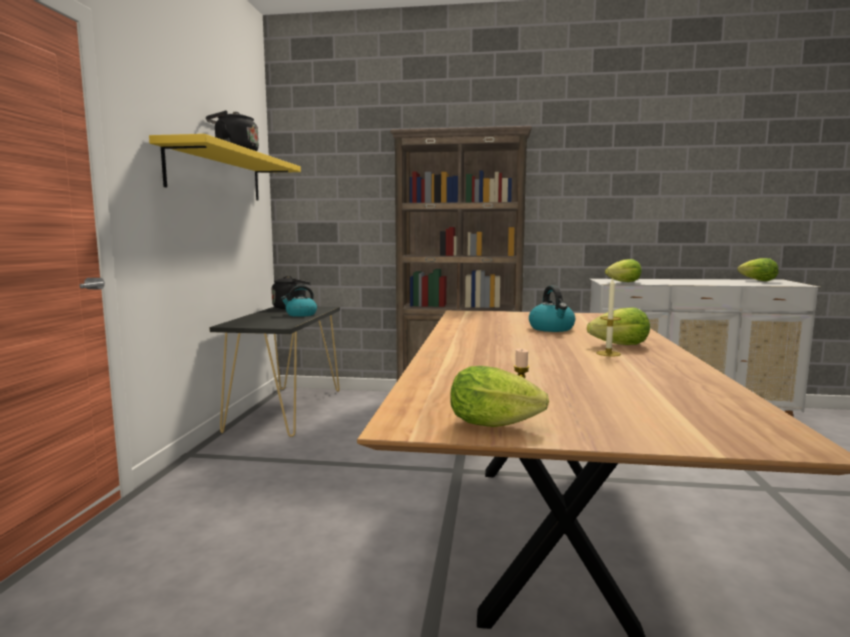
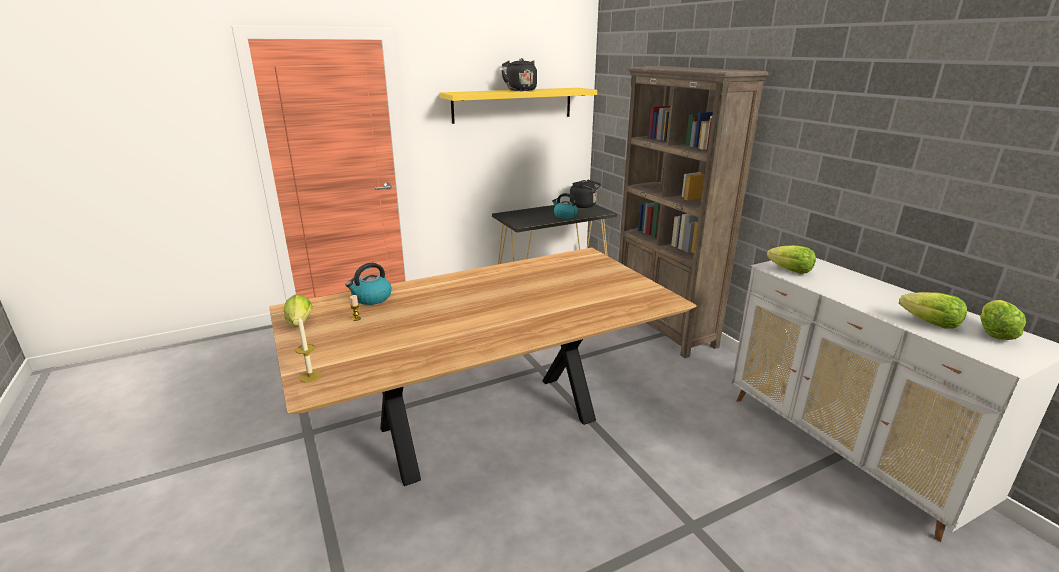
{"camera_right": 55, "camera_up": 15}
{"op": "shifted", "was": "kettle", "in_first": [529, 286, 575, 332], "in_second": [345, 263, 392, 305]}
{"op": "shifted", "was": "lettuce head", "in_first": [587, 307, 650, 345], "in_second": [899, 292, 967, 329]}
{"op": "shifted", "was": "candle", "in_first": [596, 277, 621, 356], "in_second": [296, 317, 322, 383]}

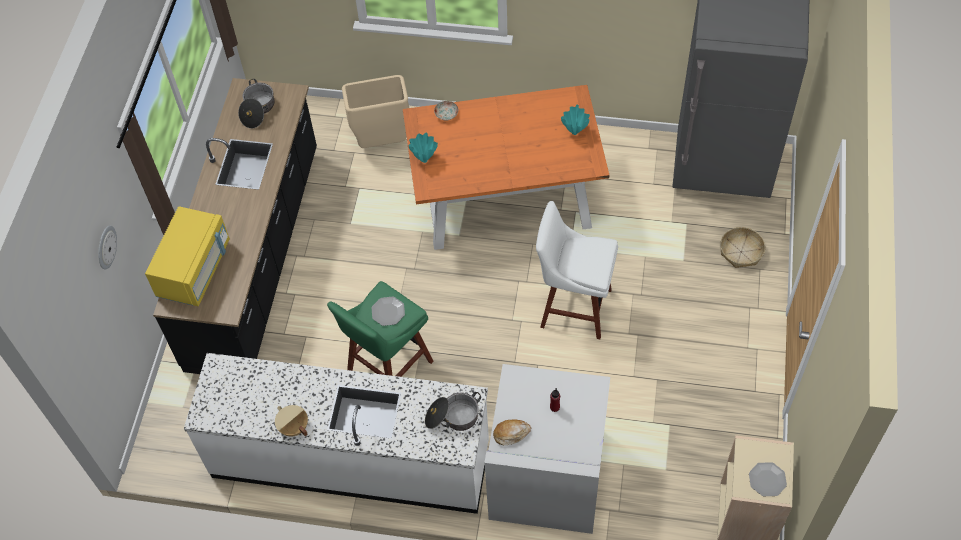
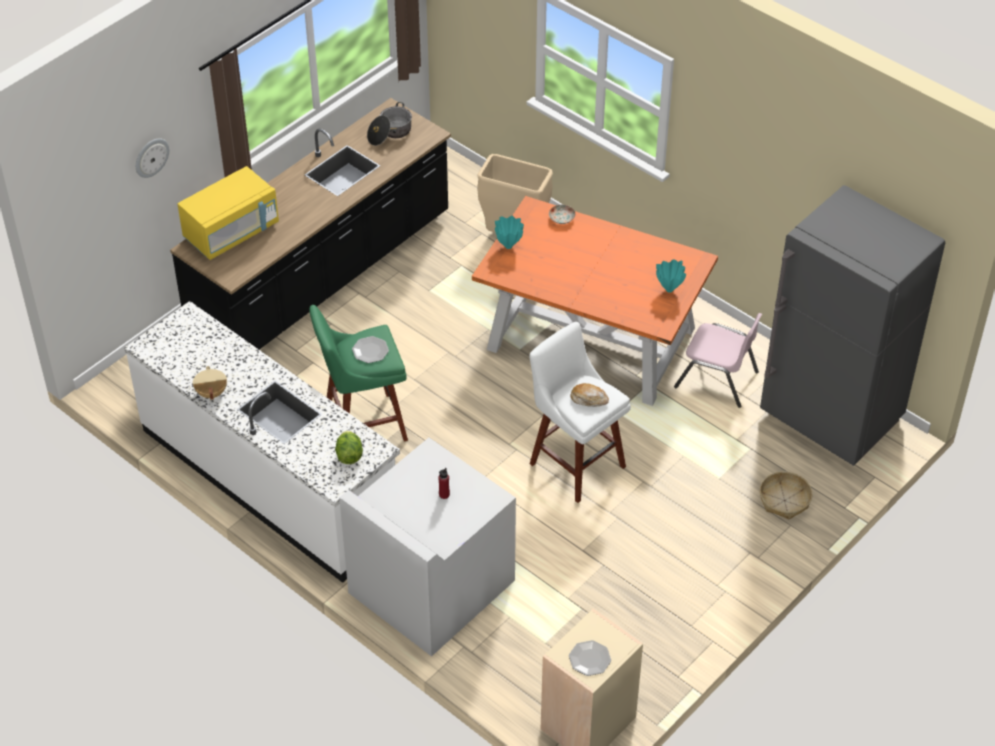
{"camera_right": 30, "camera_up": -10}
{"op": "new", "now": "pinkish chair", "in_second": [674, 313, 762, 408]}
{"op": "shifted", "was": "bread", "in_first": [493, 419, 531, 445], "in_second": [571, 383, 609, 407]}
{"op": "swapped", "was": "stockpot", "now": "lettuce head", "in_first": [425, 392, 481, 431], "in_second": [335, 431, 363, 464]}

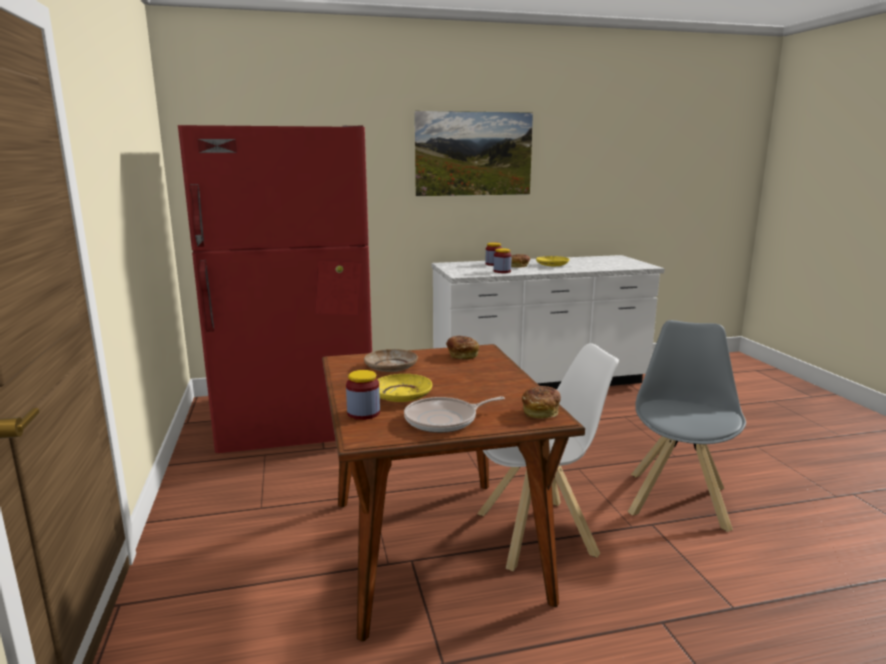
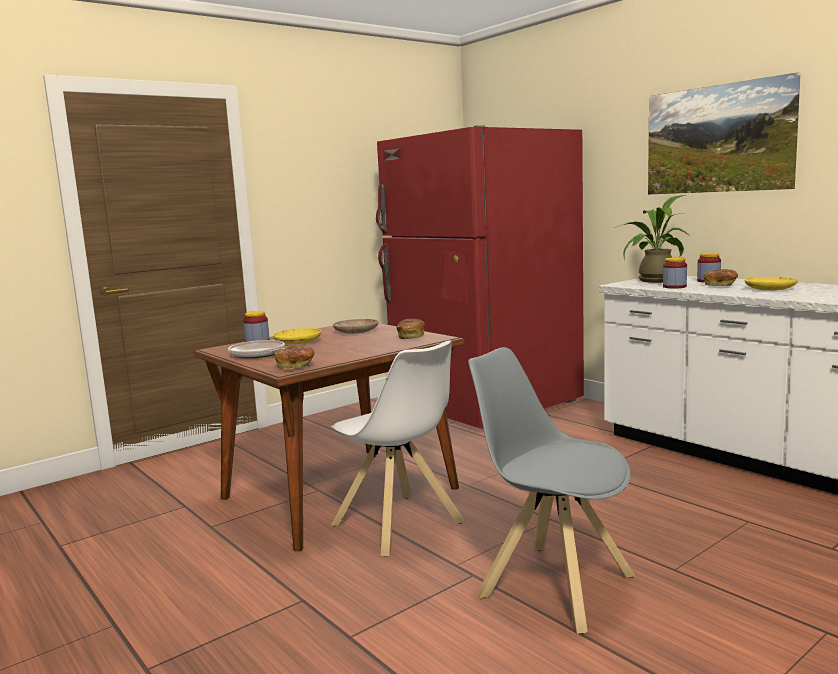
{"camera_right": 65, "camera_up": -5}
{"op": "new", "now": "houseplant", "in_second": [614, 195, 690, 283]}
{"op": "rotated", "was": "greyish chair", "in_first": [628, 320, 746, 532], "in_second": [468, 347, 635, 634], "clockwise": -135}

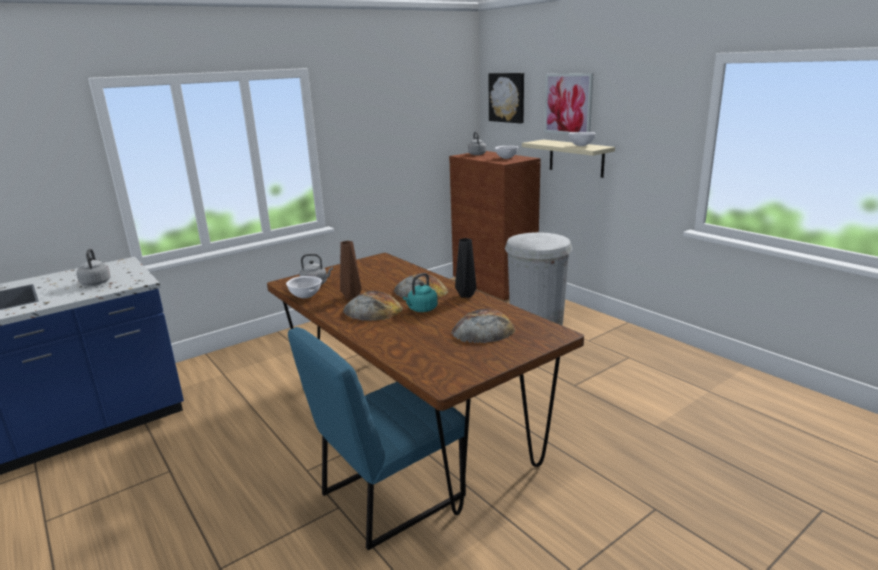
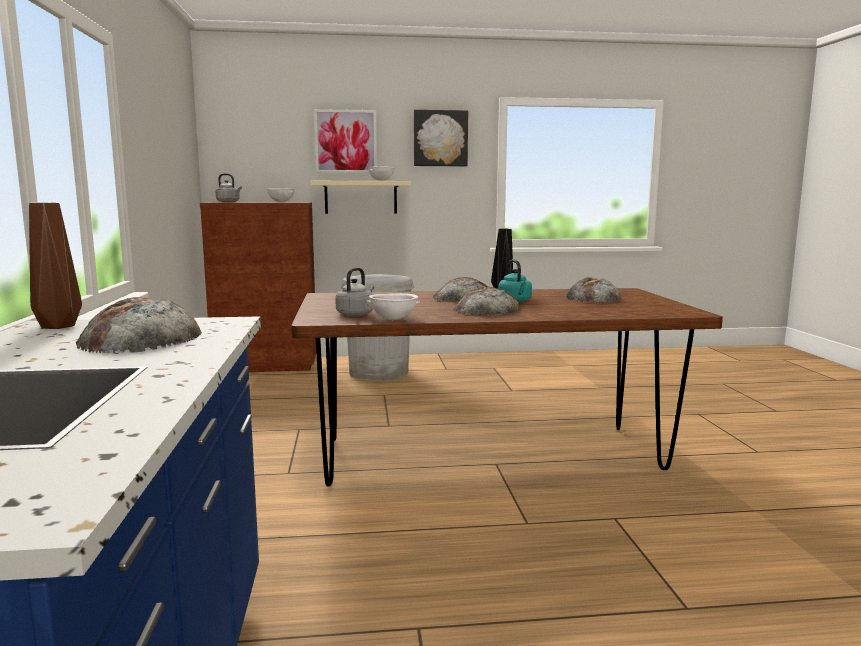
{"camera_right": -60, "camera_up": -10}
{"op": "gone", "was": "blue-coloured chair", "in_first": [288, 327, 466, 550]}
{"op": "shifted", "was": "brown flower vase", "in_first": [340, 241, 361, 299], "in_second": [29, 203, 82, 329]}
{"op": "shifted", "was": "wall art", "in_first": [488, 73, 524, 123], "in_second": [414, 110, 468, 166]}
{"op": "swapped", "was": "greyish kettle", "now": "bread", "in_first": [77, 249, 111, 286], "in_second": [76, 297, 202, 354]}

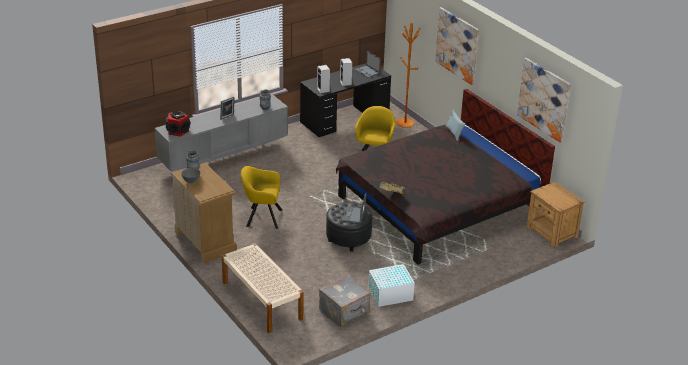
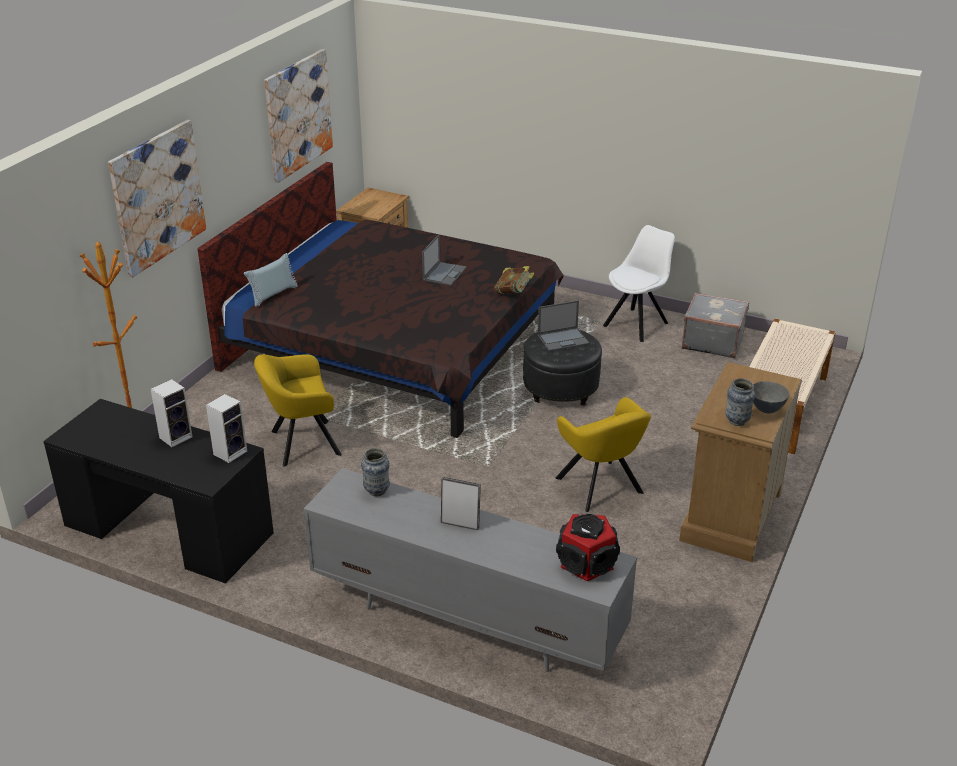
{"camera_right": -120, "camera_up": 0}
{"op": "shifted", "was": "laptop", "in_first": [354, 51, 381, 78], "in_second": [422, 234, 467, 286]}
{"op": "swapped", "was": "white-coloured storage box", "now": "white-coloured chair", "in_first": [368, 264, 415, 307], "in_second": [603, 225, 675, 342]}

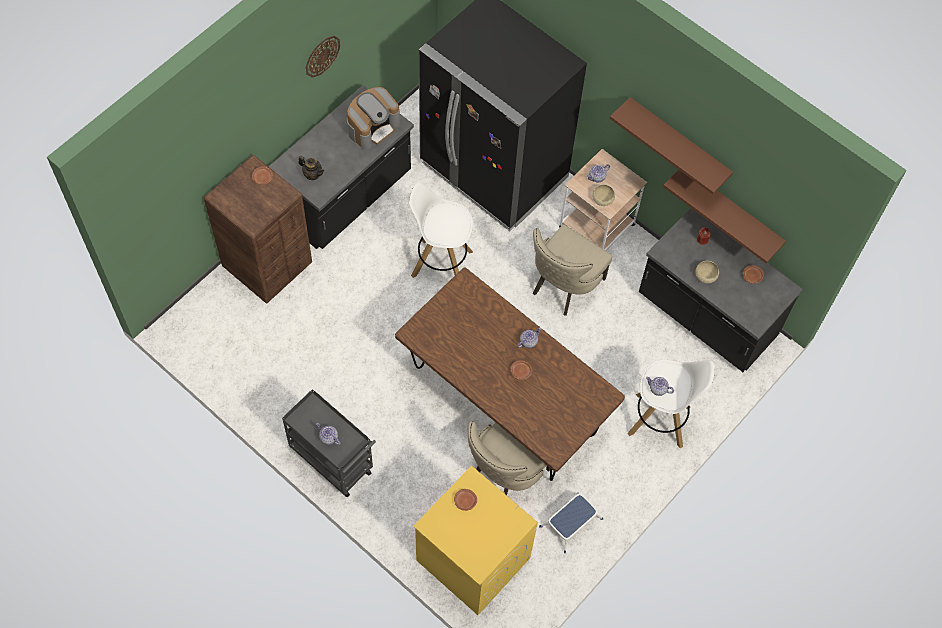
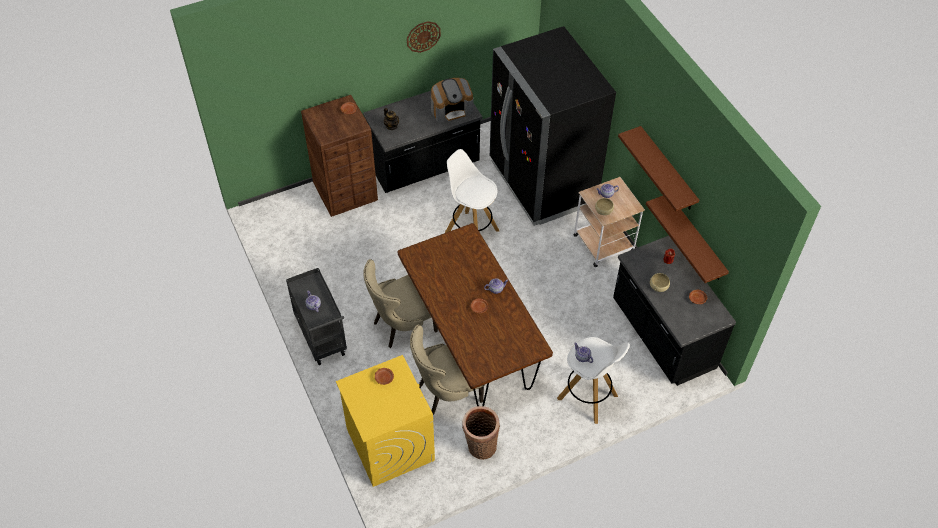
{"camera_right": 25, "camera_up": -10}
{"op": "shifted", "was": "sand-coloured chair", "in_first": [533, 224, 612, 316], "in_second": [363, 259, 438, 348]}
{"op": "swapped", "was": "blue-coloured step stool", "now": "household basket", "in_first": [539, 493, 603, 553], "in_second": [462, 406, 500, 460]}

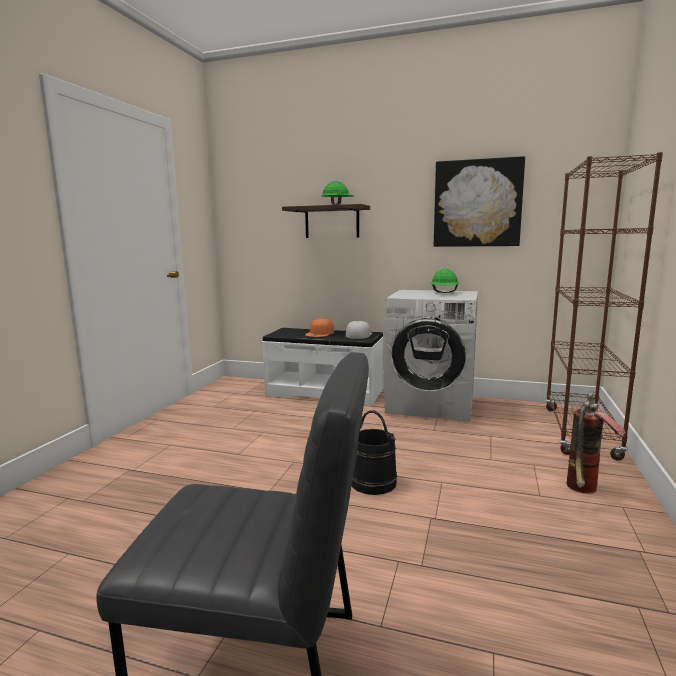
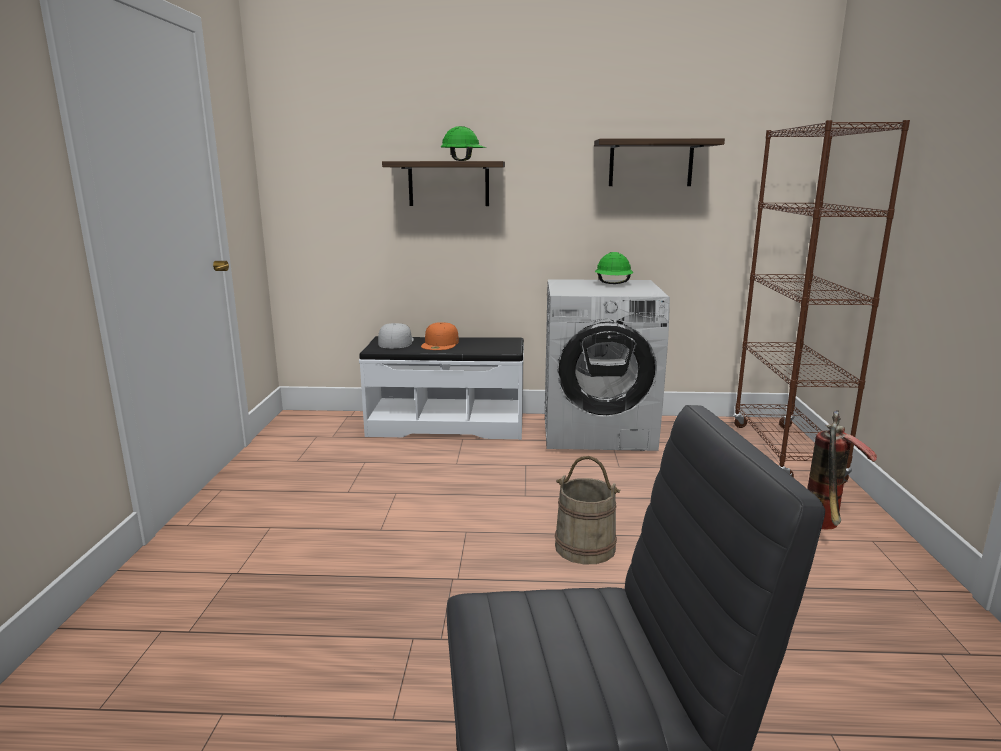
{"camera_right": -15, "camera_up": 5}
{"op": "shifted", "was": "white-coloured baseball cap", "in_first": [346, 321, 372, 339], "in_second": [378, 323, 414, 349]}
{"op": "swapped", "was": "wall art", "now": "bracket shelf", "in_first": [434, 156, 525, 247], "in_second": [594, 138, 725, 186]}
{"op": "repainted", "was": "blackish bucket", "now": "sand-coloured bucket", "in_first": [351, 410, 397, 495], "in_second": [555, 456, 620, 564]}

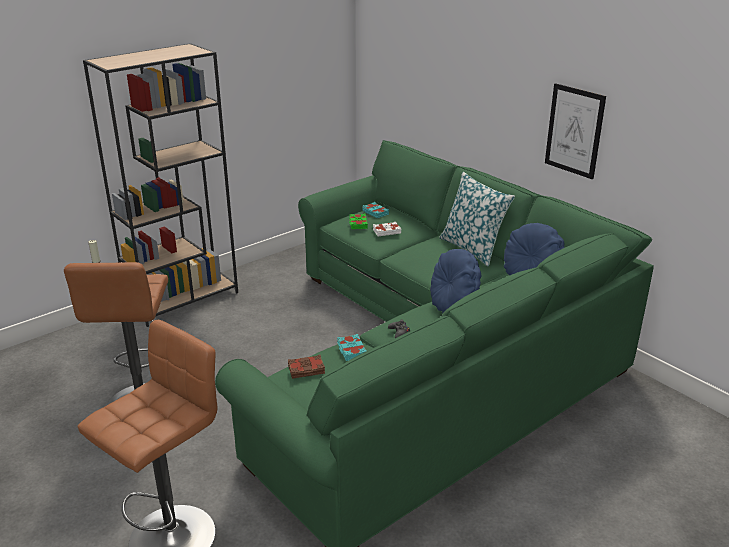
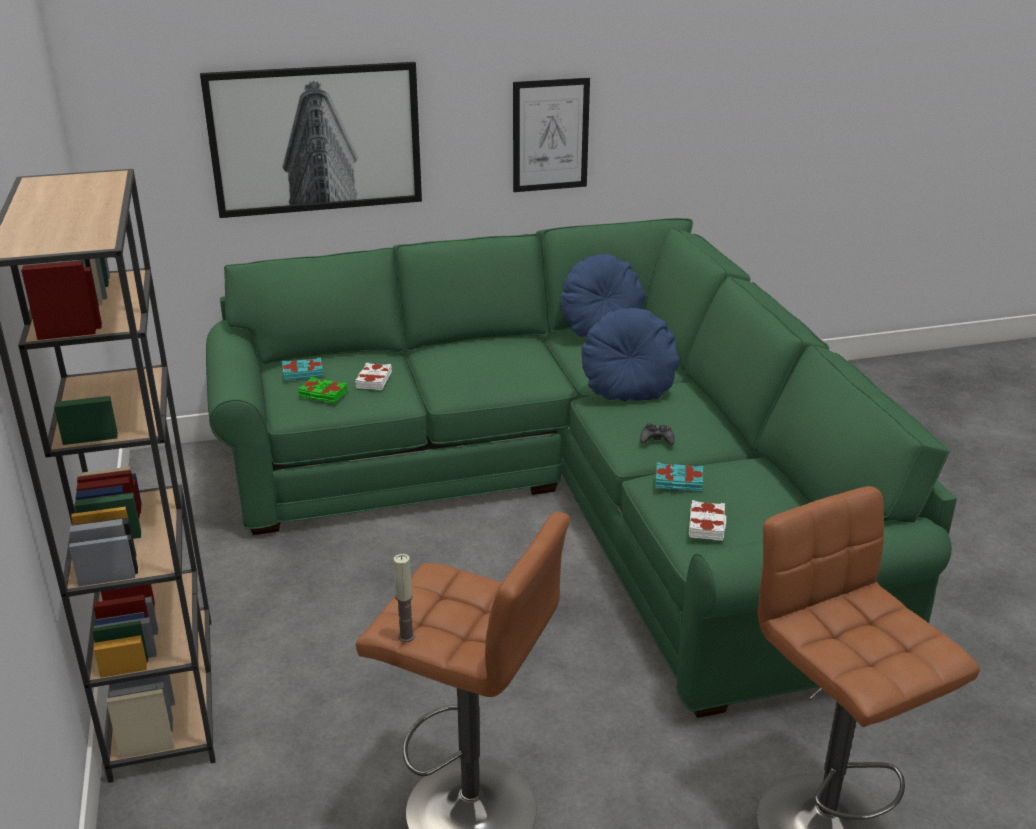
{"camera_right": -65, "camera_up": 0}
{"op": "gone", "was": "pillow", "in_first": [439, 172, 515, 267]}
{"op": "new", "now": "wall art", "in_second": [200, 62, 422, 218]}
{"op": "repainted", "was": "brown bound book", "now": "white-coloured bound book", "in_first": [288, 355, 325, 379], "in_second": [689, 500, 726, 541]}

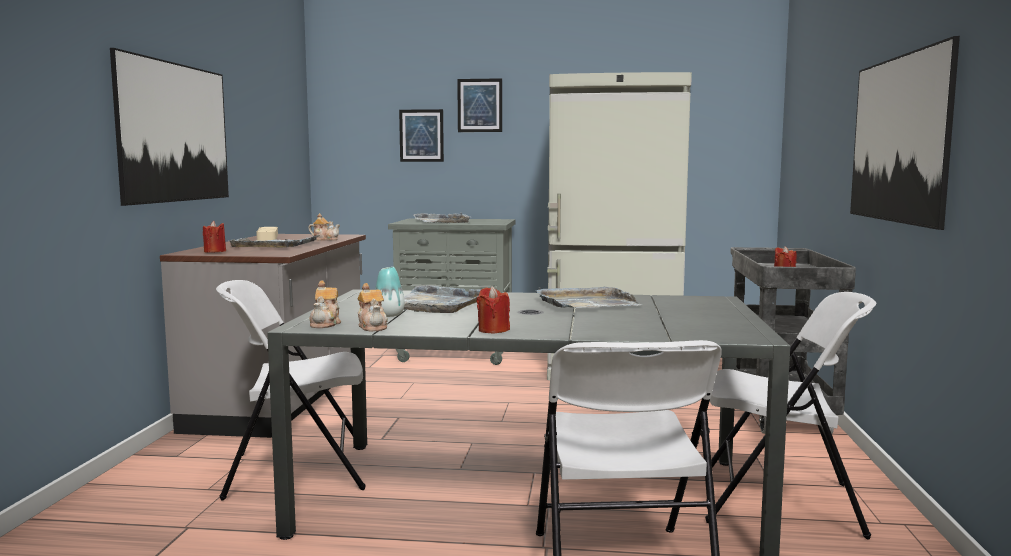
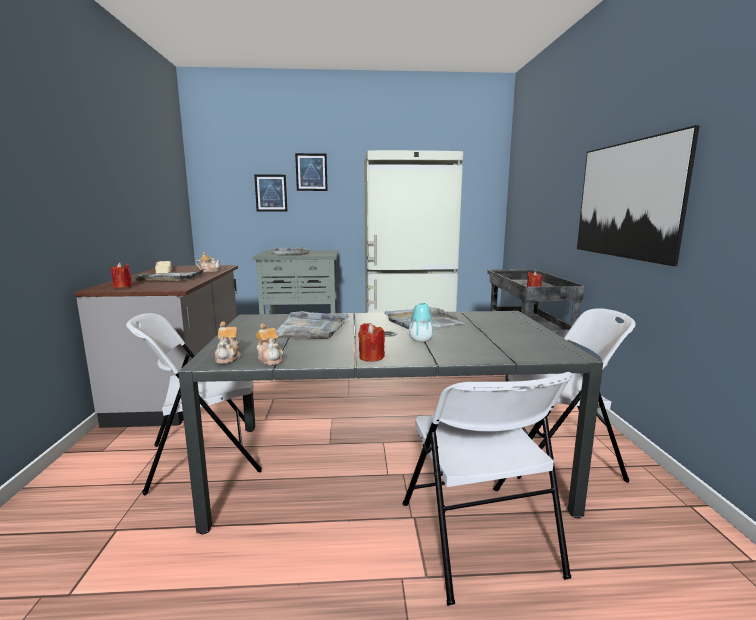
{"camera_right": -10, "camera_up": 5}
{"op": "gone", "was": "wall art", "in_first": [110, 48, 229, 206]}
{"op": "shifted", "was": "flower vase", "in_first": [375, 267, 405, 317], "in_second": [409, 302, 434, 342]}

